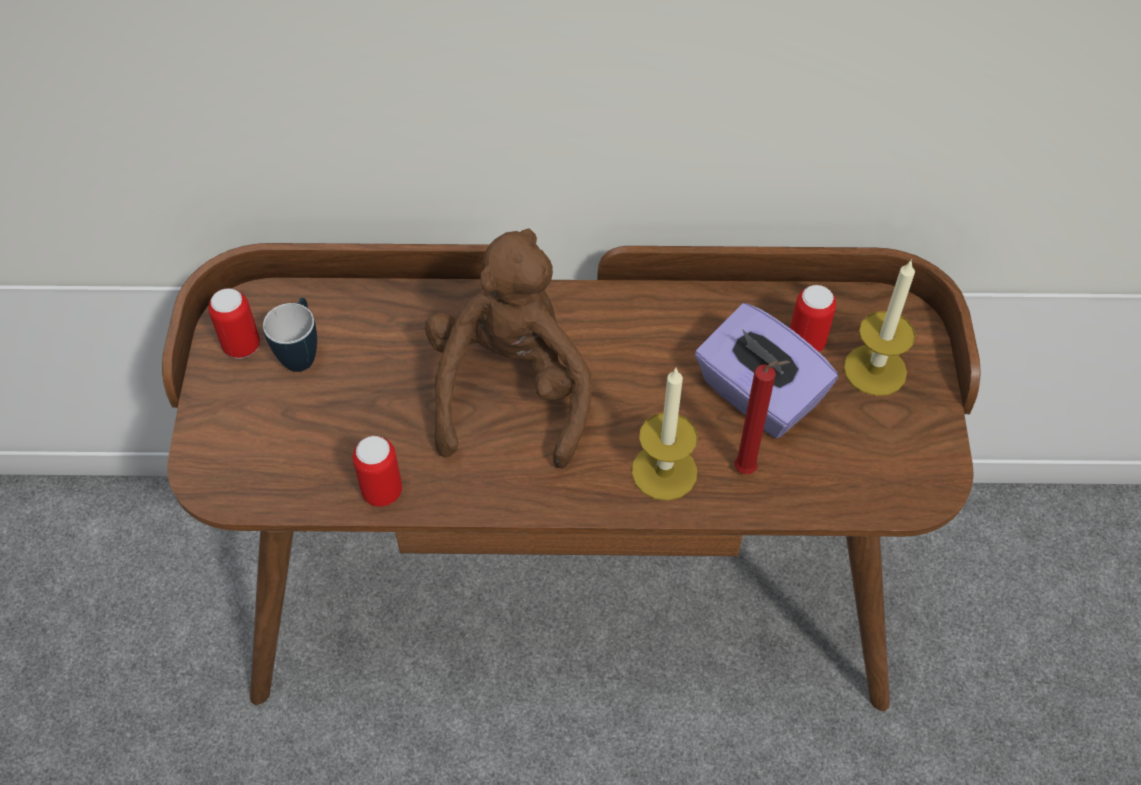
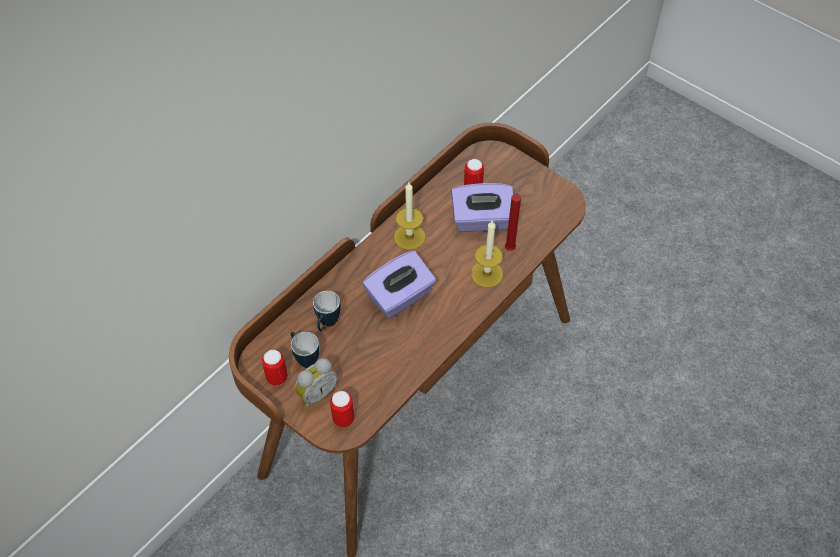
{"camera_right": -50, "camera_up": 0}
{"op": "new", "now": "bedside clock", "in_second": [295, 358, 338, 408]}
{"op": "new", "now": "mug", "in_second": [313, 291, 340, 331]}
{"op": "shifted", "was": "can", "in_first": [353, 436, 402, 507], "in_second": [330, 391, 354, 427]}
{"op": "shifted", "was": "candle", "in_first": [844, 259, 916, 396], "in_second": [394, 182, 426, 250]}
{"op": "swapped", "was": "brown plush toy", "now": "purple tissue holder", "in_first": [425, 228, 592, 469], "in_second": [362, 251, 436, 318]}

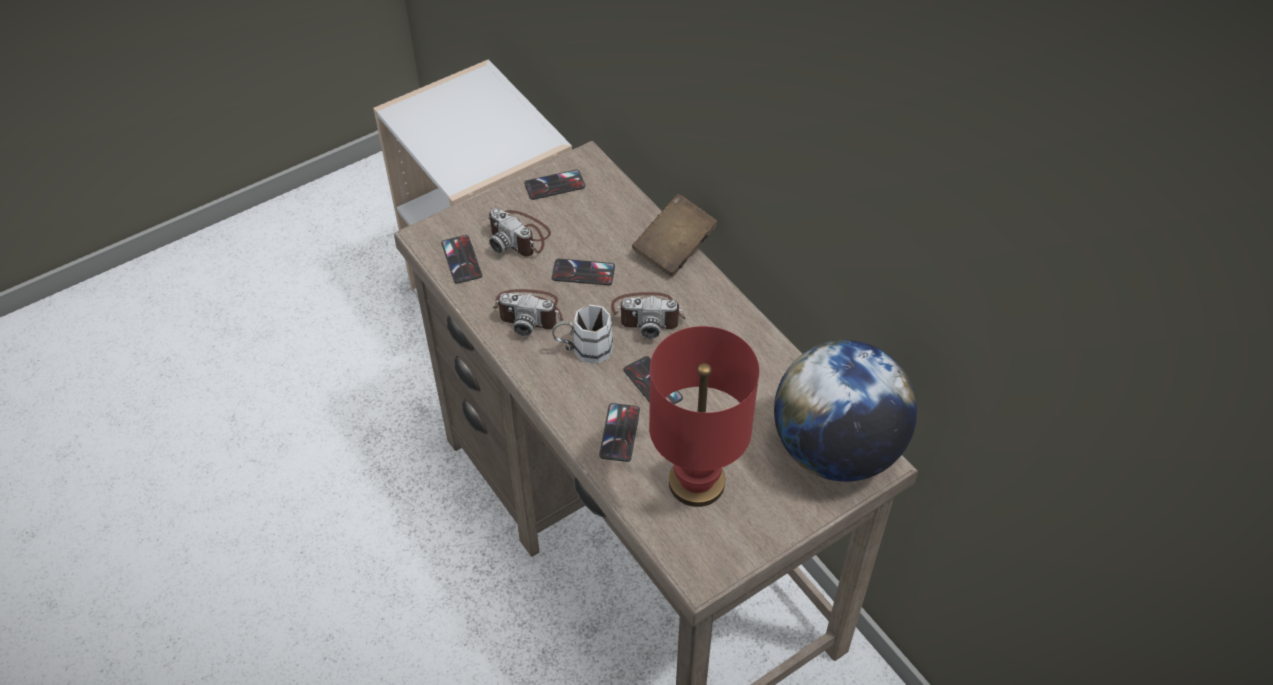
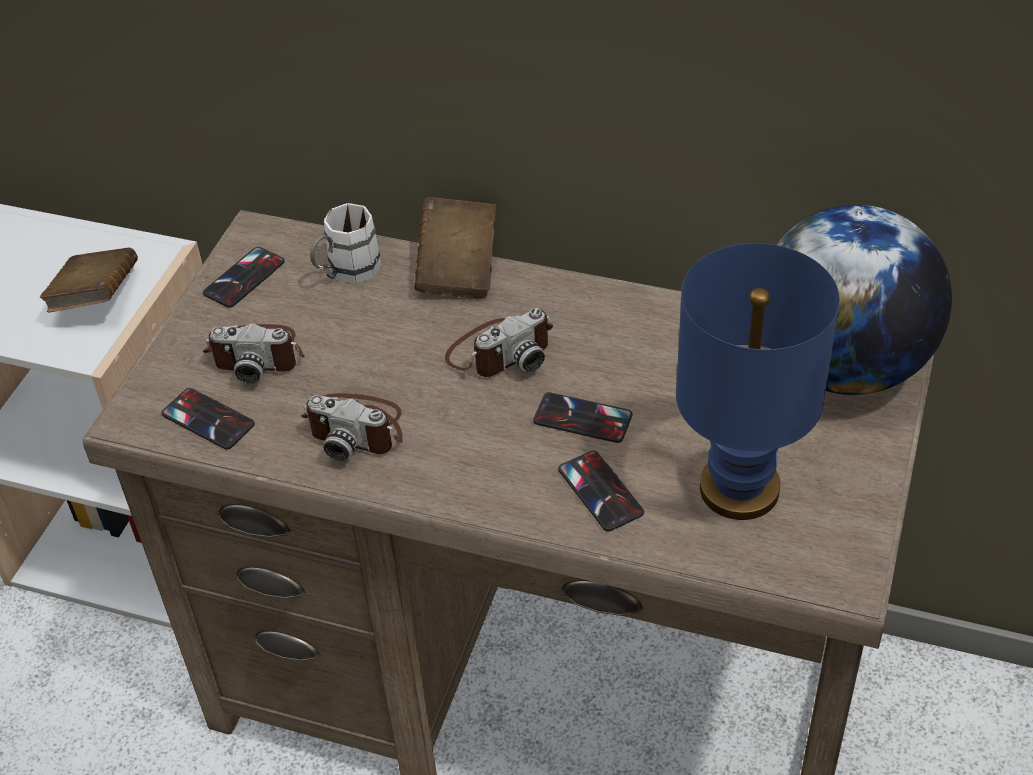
{"camera_right": -35, "camera_up": -5}
{"op": "gone", "was": "telephone", "in_first": [552, 259, 615, 285]}
{"op": "new", "now": "brown bound book", "in_second": [40, 248, 138, 312]}
{"op": "shifted", "was": "white-coloured mug", "in_first": [552, 305, 613, 364], "in_second": [310, 203, 381, 283]}
{"op": "repainted", "was": "red lamp for a table", "now": "blue-coloured lamp for a table", "in_first": [649, 326, 759, 507], "in_second": [676, 243, 840, 520]}
{"op": "rotated", "was": "photo camera", "in_first": [492, 289, 563, 336], "in_second": [301, 393, 403, 461], "clockwise": 45}

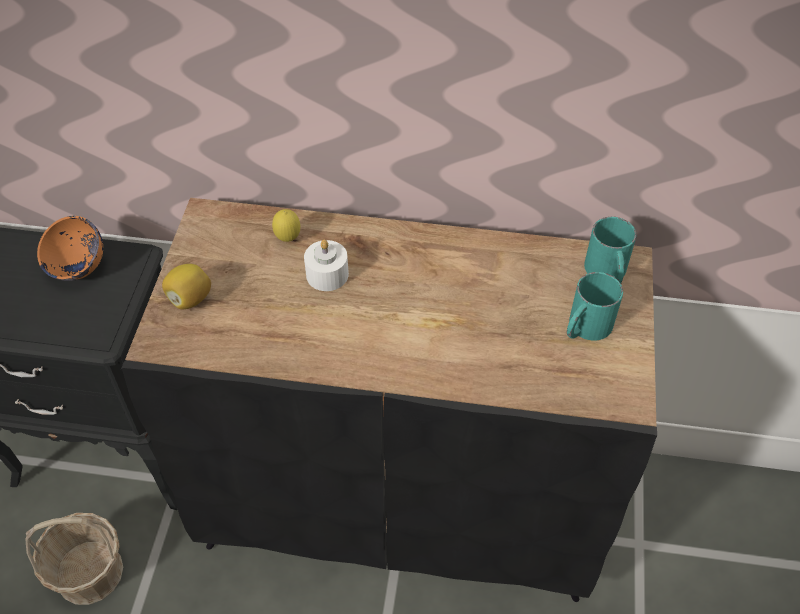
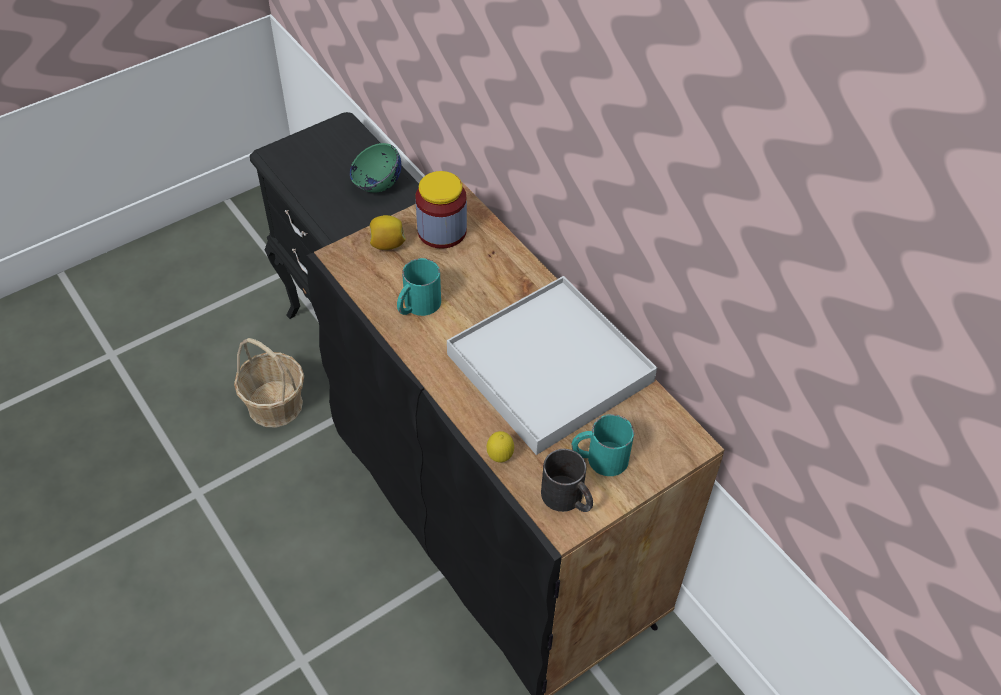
{"camera_right": 45, "camera_up": 0}
{"op": "gone", "was": "white-coloured candle", "in_first": [304, 240, 349, 291]}
{"op": "new", "now": "jar", "in_second": [415, 171, 467, 249]}
{"op": "new", "now": "white-coloured tray", "in_second": [447, 276, 657, 455]}
{"op": "new", "now": "blackish mug", "in_second": [541, 449, 593, 512]}
{"op": "shifted", "was": "citrus fruit", "in_first": [272, 209, 300, 242], "in_second": [486, 431, 514, 462]}
{"op": "shifted", "was": "turquoise mug", "in_first": [584, 217, 636, 284], "in_second": [397, 258, 441, 316]}
{"op": "repainted", "was": "orange deep dish", "now": "greenish deep dish", "in_first": [37, 216, 103, 281], "in_second": [350, 143, 401, 193]}

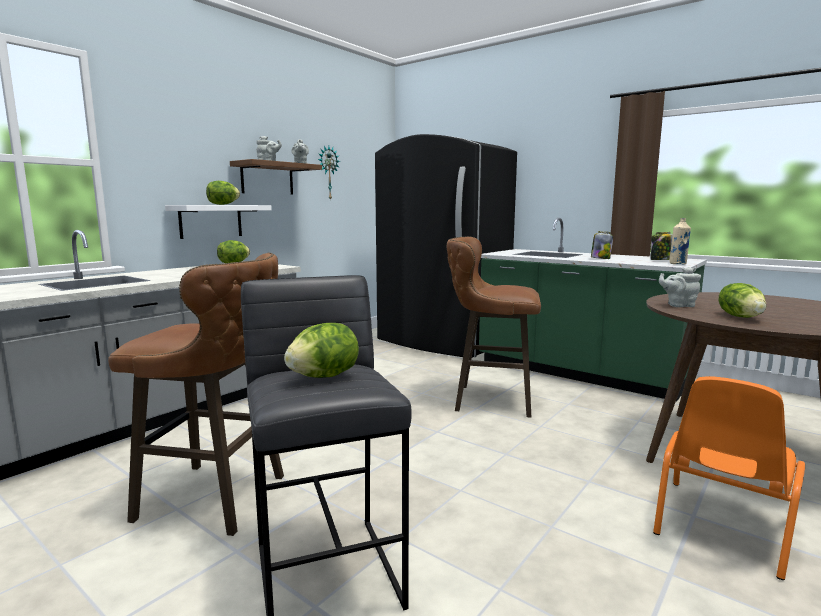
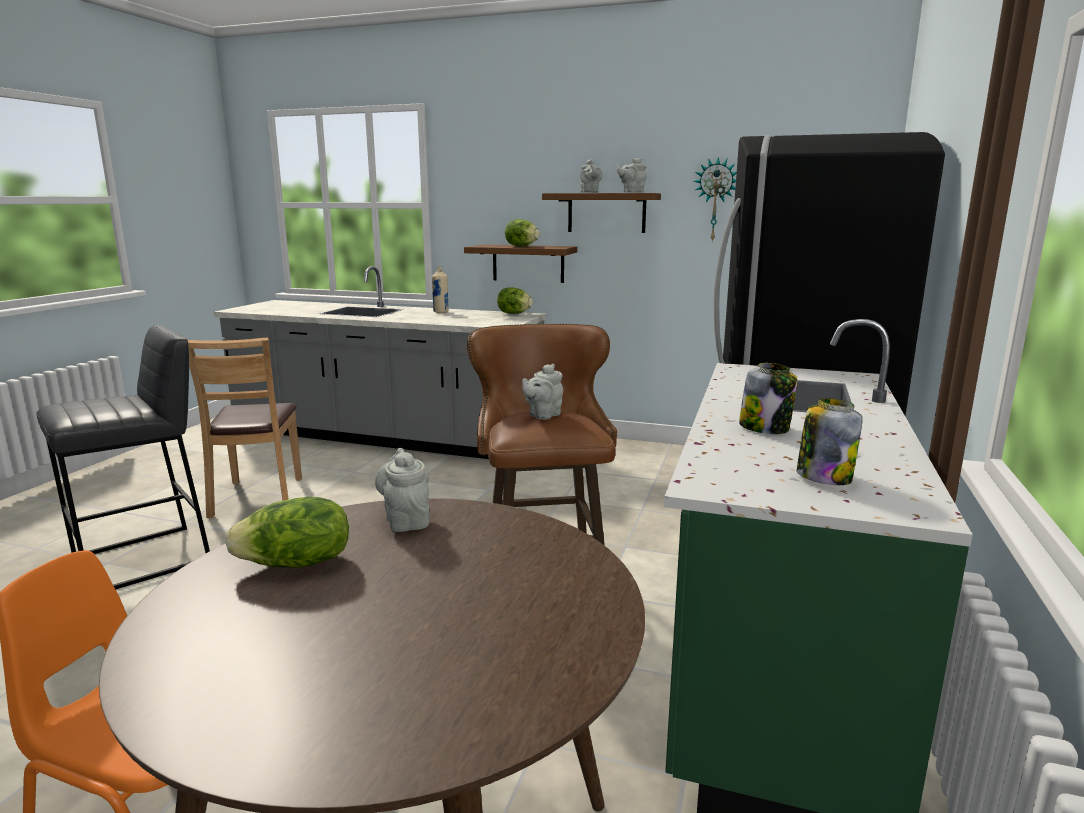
{"camera_right": 70, "camera_up": 5}
{"op": "gone", "was": "lettuce head", "in_first": [284, 323, 359, 378]}
{"op": "new", "now": "greyish pot for tea", "in_second": [522, 364, 563, 420]}
{"op": "shifted", "was": "sand-coloured bottle", "in_first": [669, 218, 691, 265], "in_second": [432, 266, 448, 313]}
{"op": "swapped", "was": "brown sitting stool", "now": "brown chair", "in_first": [108, 253, 284, 536], "in_second": [188, 337, 302, 518]}
{"op": "repainted", "was": "white-coloured bracket shelf", "now": "brown bracket shelf", "in_first": [165, 205, 272, 239], "in_second": [464, 244, 577, 283]}

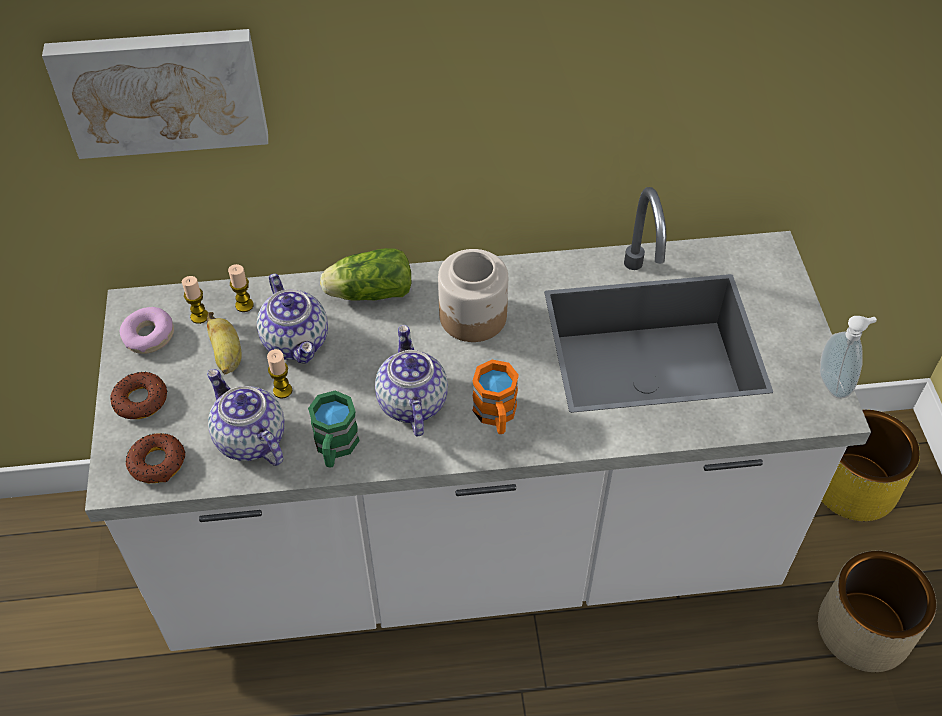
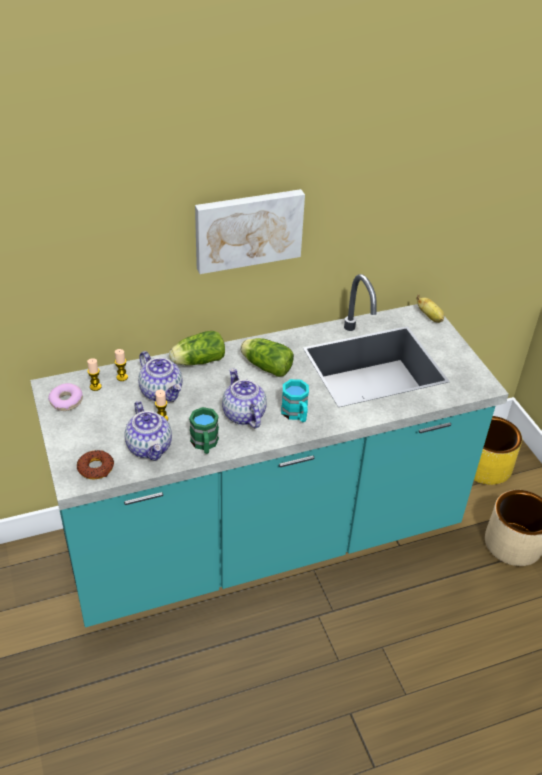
{"camera_right": -15, "camera_up": -10}
{"op": "gone", "was": "donut", "in_first": [110, 371, 168, 419]}
{"op": "gone", "was": "soap dispenser", "in_first": [820, 316, 877, 399]}
{"op": "shifted", "was": "wall art", "in_first": [42, 29, 268, 159], "in_second": [195, 189, 305, 274]}
{"op": "shifted", "was": "banana", "in_first": [207, 312, 242, 374], "in_second": [416, 295, 444, 323]}
{"op": "swapped", "was": "jar", "now": "lettuce head", "in_first": [438, 249, 508, 342], "in_second": [240, 338, 294, 377]}
{"op": "repainted", "was": "white-coloured kitchen base unit", "now": "turquoise kitchen base unit", "in_first": [85, 187, 871, 651], "in_second": [30, 274, 509, 627]}
{"op": "repainted", "was": "orange mug", "now": "turquoise mug", "in_first": [472, 360, 519, 434], "in_second": [281, 379, 309, 422]}
{"op": "rotated", "was": "pot for tea", "in_first": [207, 369, 285, 466], "in_second": [125, 401, 172, 461], "clockwise": -150}

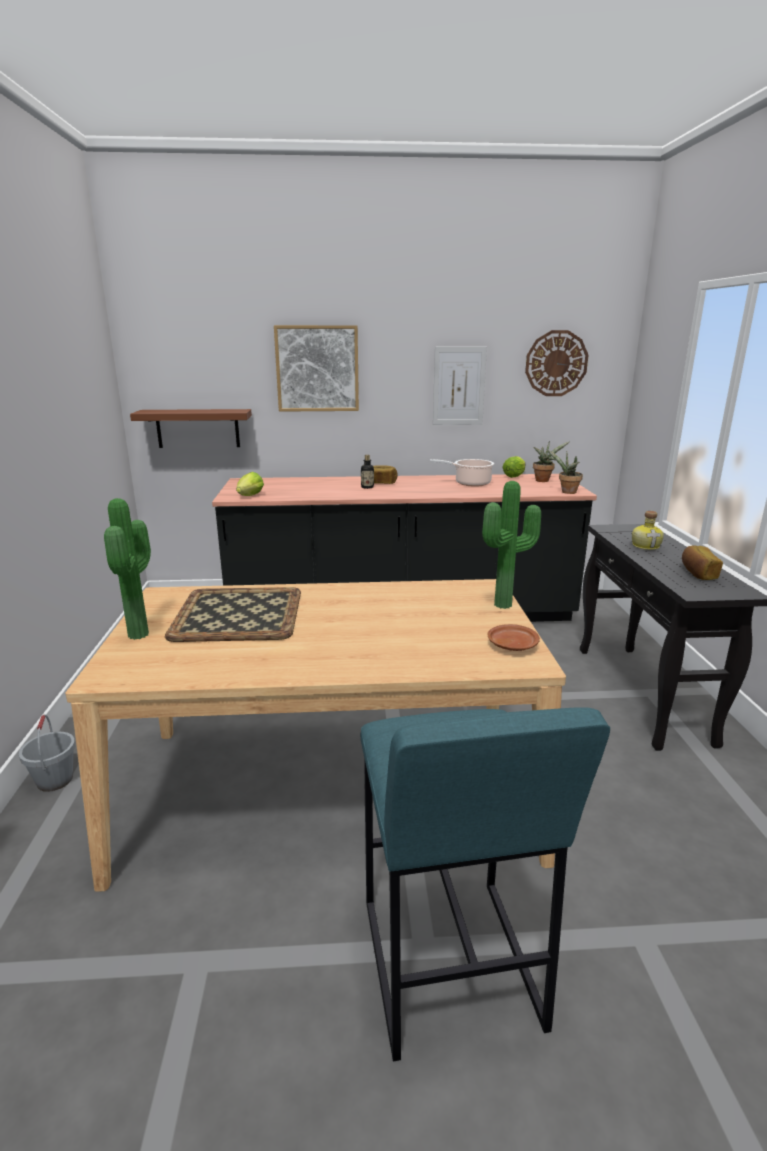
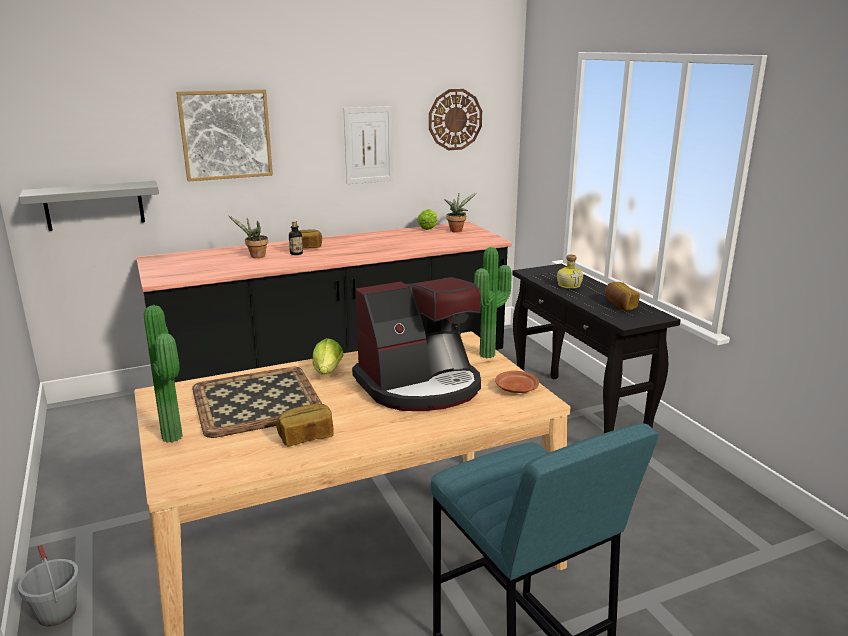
{"camera_right": -20, "camera_up": 0}
{"op": "gone", "was": "stockpot", "in_first": [430, 459, 494, 487]}
{"op": "new", "now": "bread", "in_second": [276, 404, 333, 447]}
{"op": "new", "now": "coffee maker", "in_second": [352, 277, 481, 411]}
{"op": "shifted", "was": "lettuce head", "in_first": [236, 472, 264, 496], "in_second": [313, 338, 344, 374]}
{"op": "shifted", "was": "houseplant", "in_first": [547, 449, 583, 494], "in_second": [229, 216, 268, 258]}
{"op": "repainted", "was": "brown bracket shelf", "now": "greyish bracket shelf", "in_first": [130, 409, 252, 448], "in_second": [19, 181, 159, 231]}

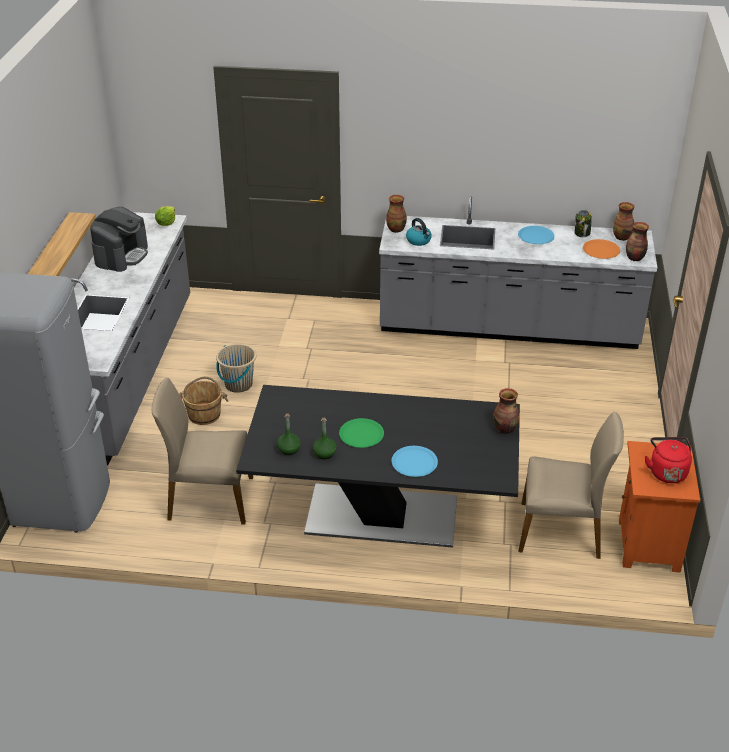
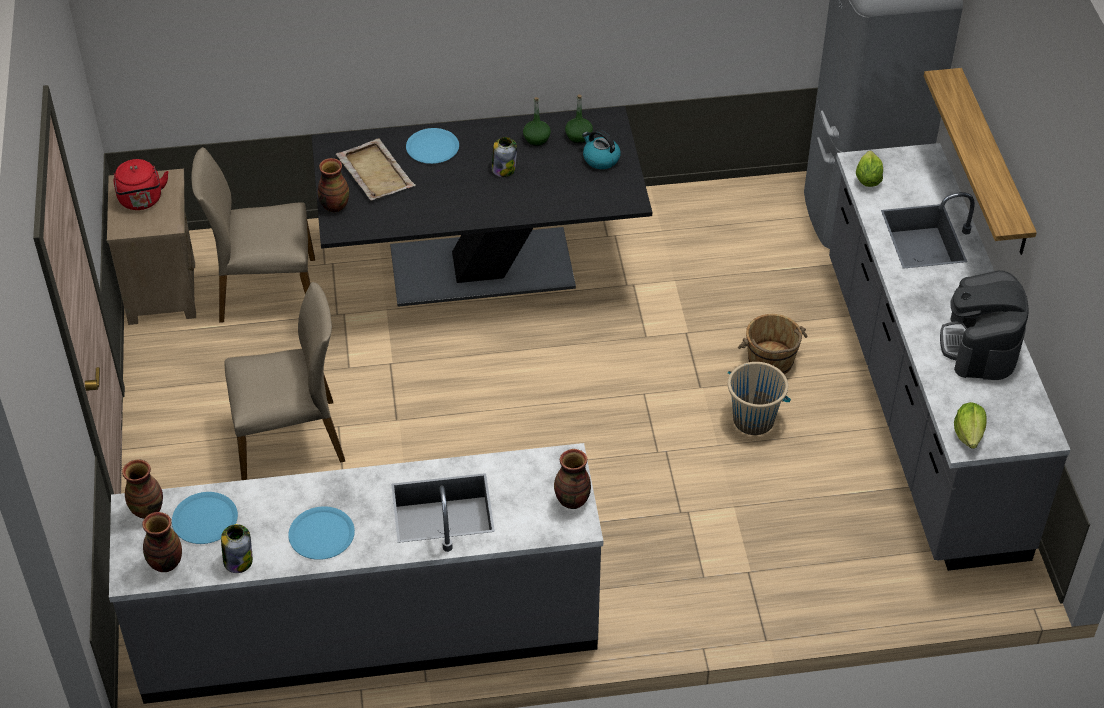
{"camera_right": 165, "camera_up": 10}
{"op": "new", "now": "sand-coloured tray", "in_second": [336, 138, 416, 201]}
{"op": "new", "now": "lettuce head", "in_second": [856, 150, 883, 187]}
{"op": "shifted", "was": "sand-coloured chair", "in_first": [152, 378, 253, 525], "in_second": [224, 282, 345, 480]}
{"op": "shifted", "was": "kettle", "in_first": [406, 218, 432, 246], "in_second": [582, 129, 621, 169]}
{"op": "swapped", "was": "greenish dinner plate", "now": "jar", "in_first": [339, 418, 384, 448], "in_second": [492, 137, 517, 177]}
{"op": "repainted", "was": "orange dinner plate", "now": "blue-coloured dinner plate", "in_first": [583, 239, 620, 259], "in_second": [172, 492, 238, 544]}
{"op": "repainted", "was": "orange nightstand", "now": "sand-coloured nightstand", "in_first": [619, 441, 700, 573], "in_second": [107, 169, 196, 325]}

